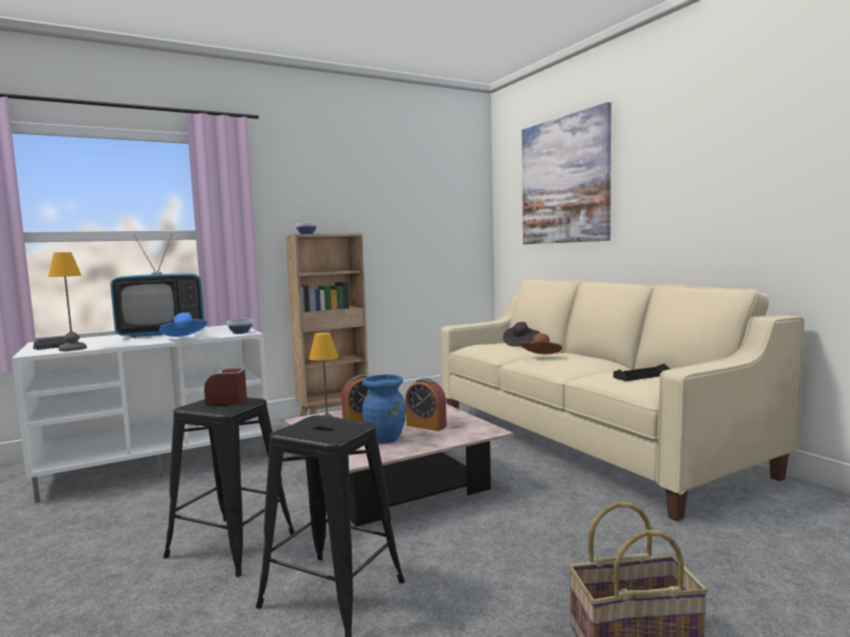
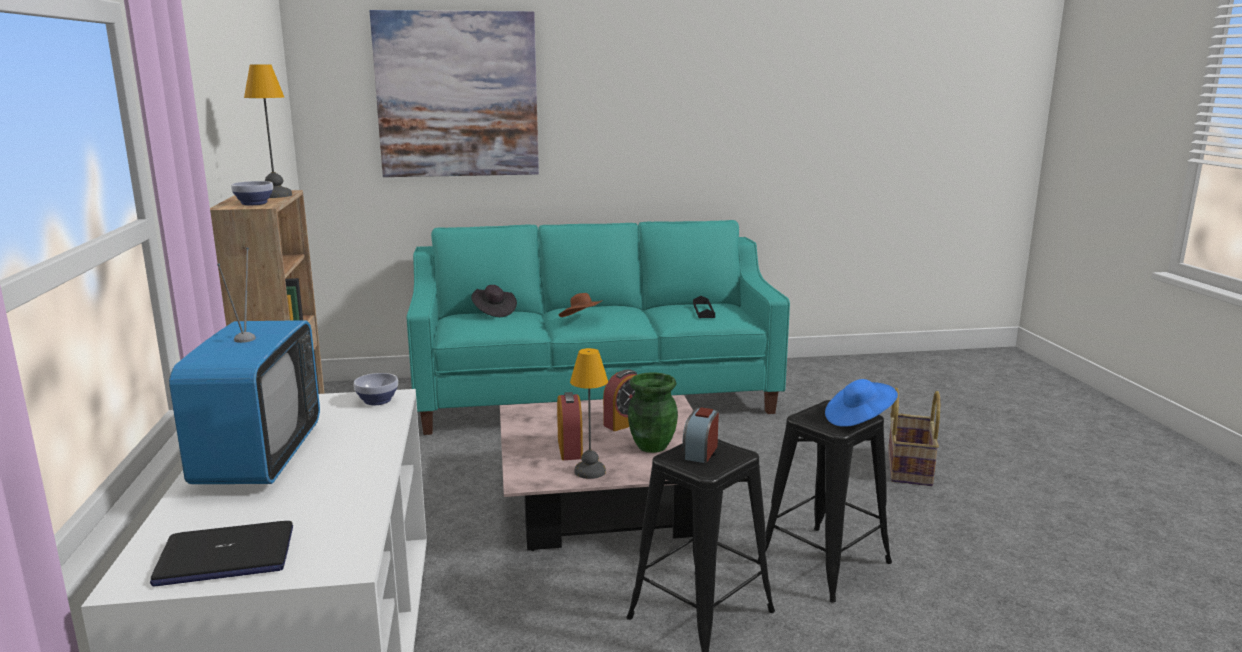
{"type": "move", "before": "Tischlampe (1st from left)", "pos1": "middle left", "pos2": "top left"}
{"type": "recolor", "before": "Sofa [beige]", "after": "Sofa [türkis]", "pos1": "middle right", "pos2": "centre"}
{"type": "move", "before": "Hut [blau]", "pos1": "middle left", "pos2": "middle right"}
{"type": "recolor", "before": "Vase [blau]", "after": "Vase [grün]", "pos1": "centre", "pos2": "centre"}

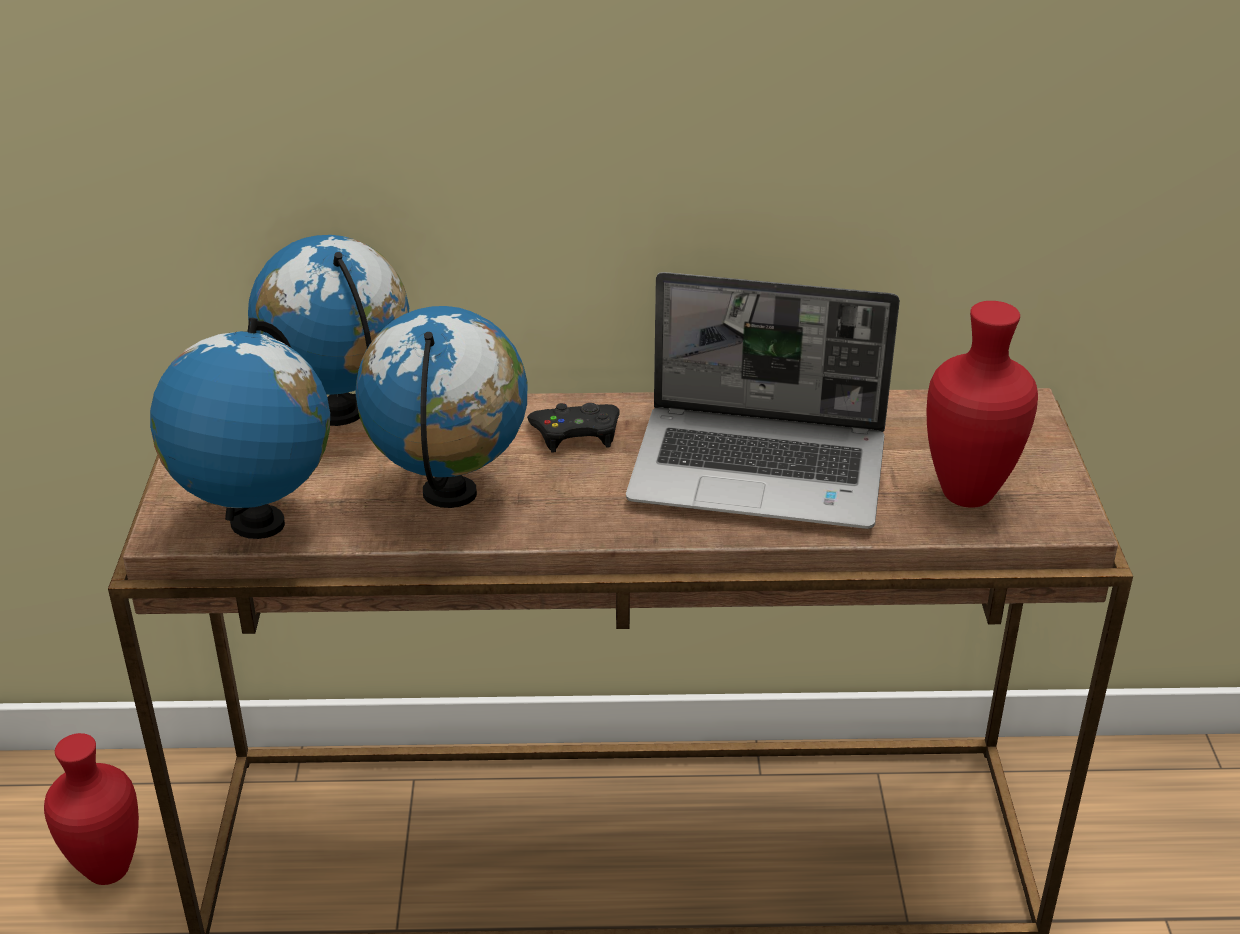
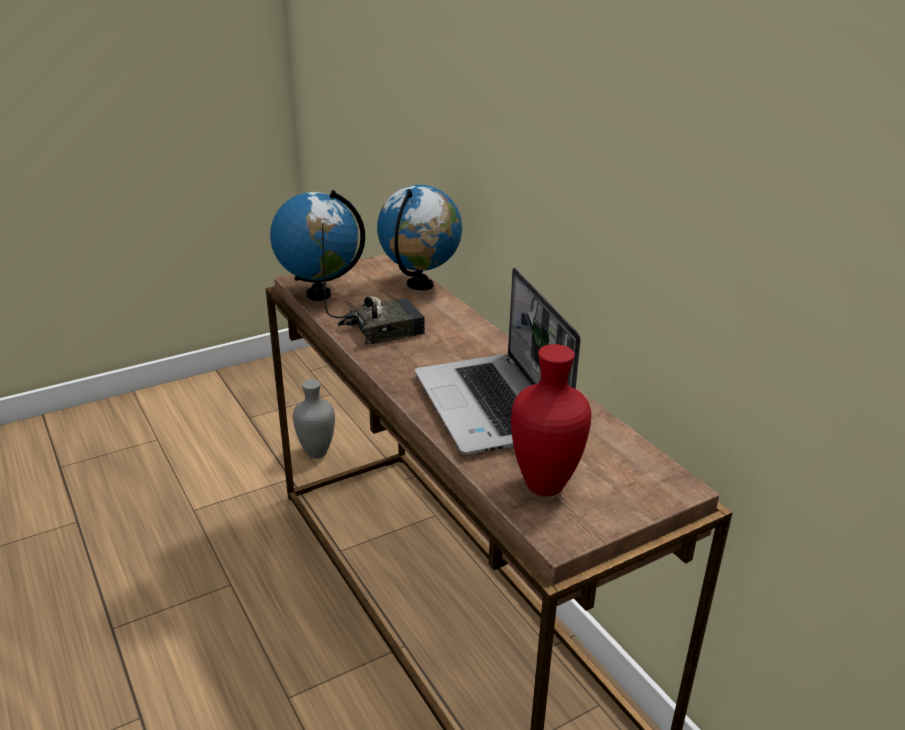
{"type": "replace", "before": "Globus (3rd from left)", "after": "Radio", "pos1": "centre", "pos2": "centre"}
{"type": "delete", "before": "Gamepad [schwarz]", "pos1": "centre"}
{"type": "recolor", "before": "Vase [rot] (1st from left)", "after": "Vase [grau]", "pos1": "bottom left", "pos2": "centre"}

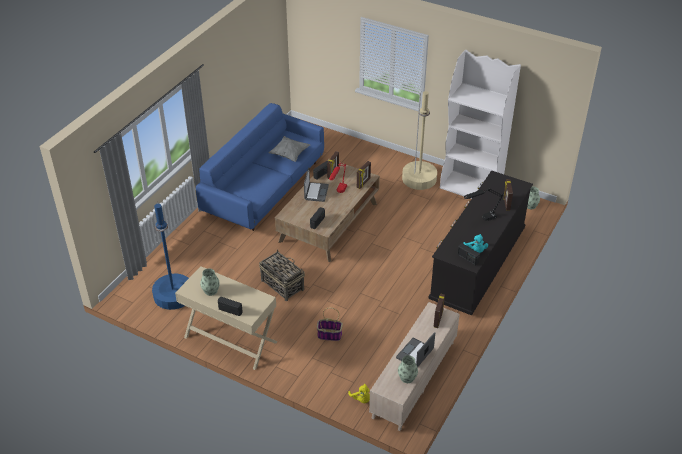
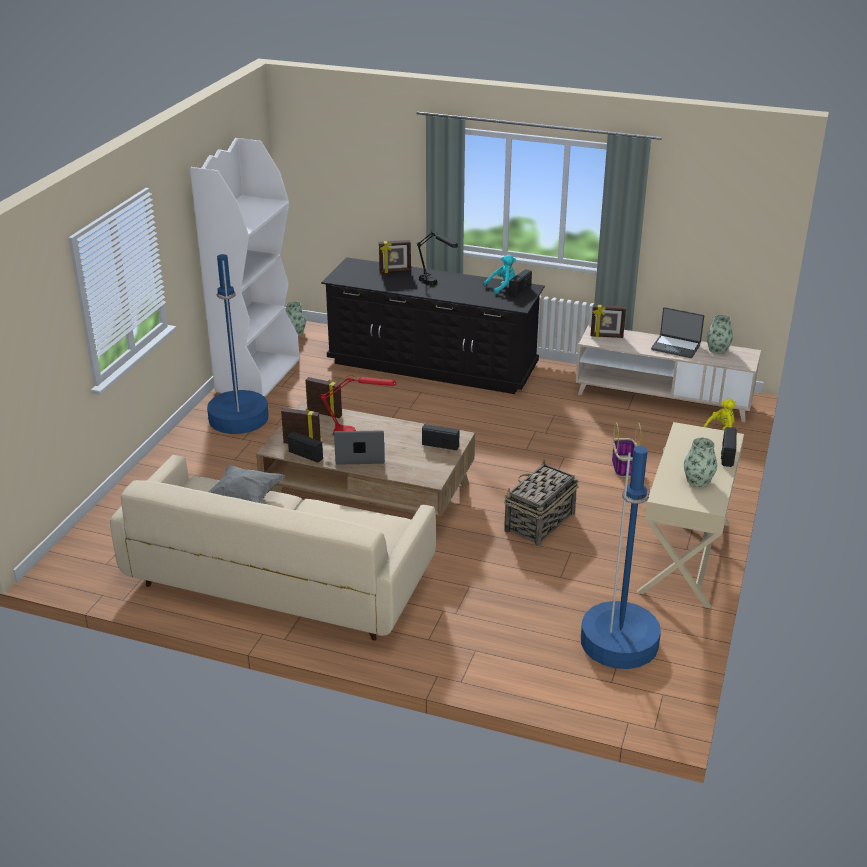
{"type": "recolor", "before": "Stehlampe [beige]", "after": "Stehlampe [blau] (1st from left)", "pos1": "top centre", "pos2": "middle left"}
{"type": "recolor", "before": "Sofa [blau]", "after": "Sofa [beige]", "pos1": "centre", "pos2": "middle left"}

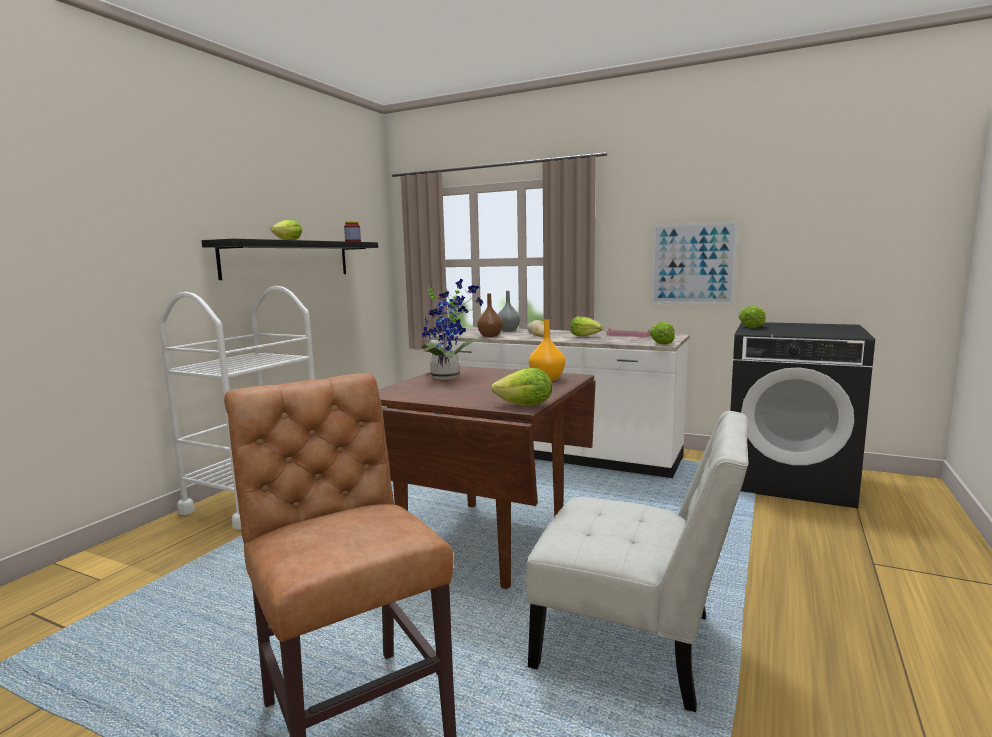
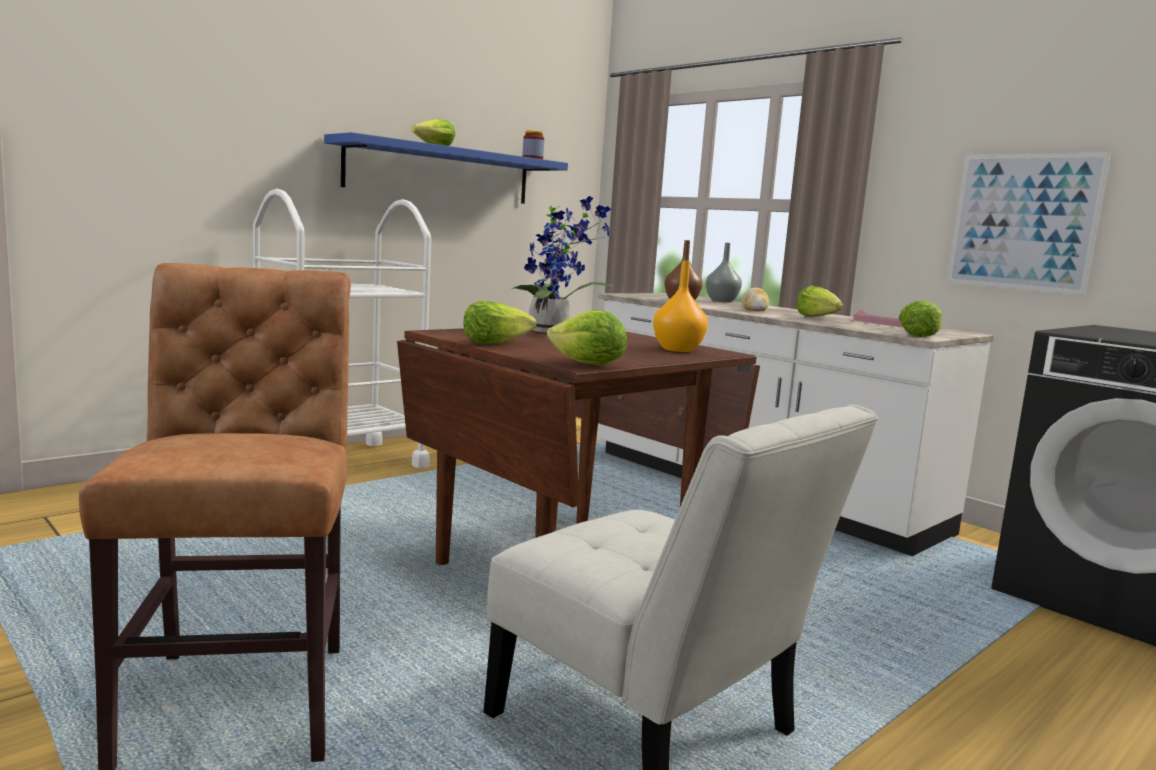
{"type": "recolor", "before": "Wandregal [schwarz]", "after": "Wandregal [blau]", "pos1": "middle left", "pos2": "top centre"}
{"type": "move", "before": "Salatkopf (5th from left in the first image)", "after": "Salatkopf (2nd from left)", "pos1": "middle right", "pos2": "centre"}

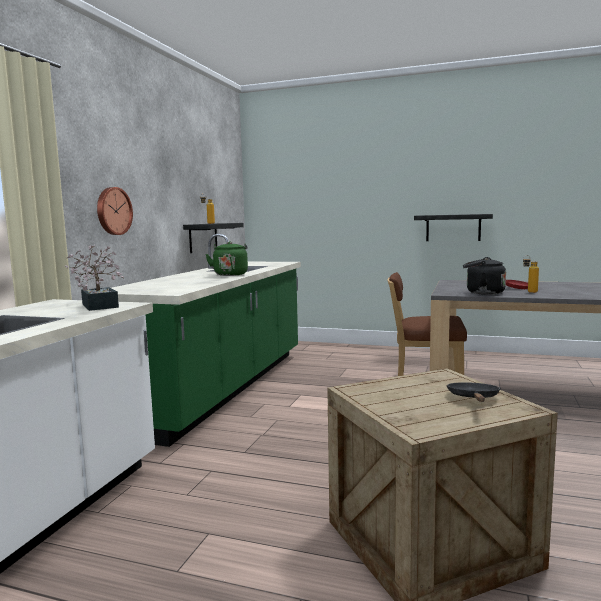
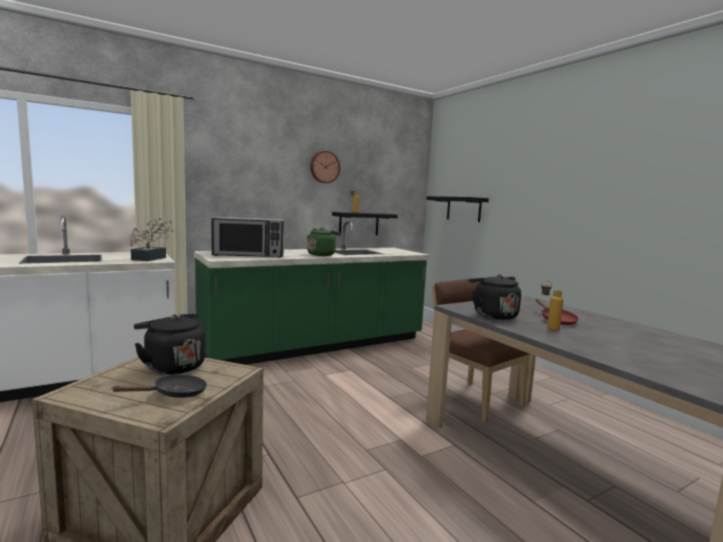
{"type": "move", "before": "Wanduhr", "pos1": "middle left", "pos2": "top centre"}
{"type": "move", "before": "Wandregal [schwarz] (2nd from left)", "pos1": "middle right", "pos2": "centre"}
{"type": "insert", "after": "Mikrowelle", "pos2": "centre"}
{"type": "insert", "after": "Wasserkessel [schwarz] (1st from left)", "pos2": "middle left"}

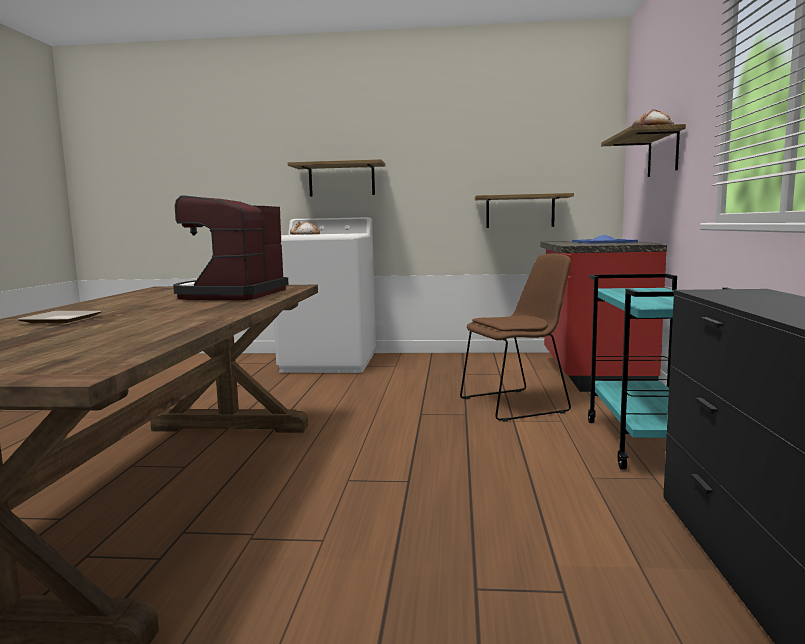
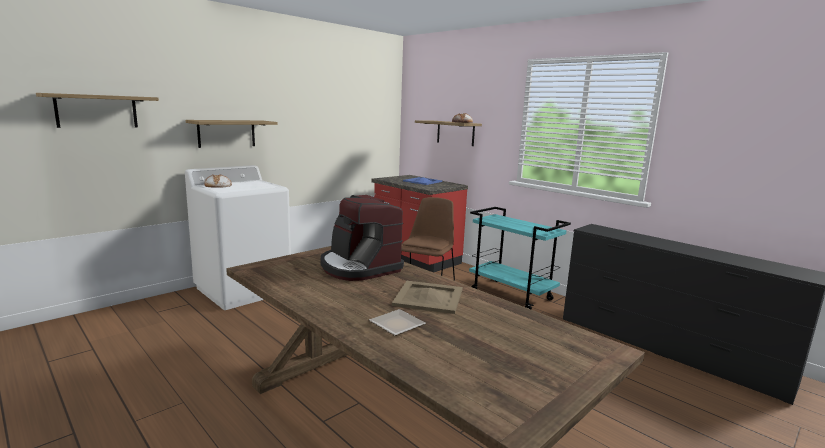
{"type": "move", "before": "Wandregal (2nd from left in the first image)", "after": "Wandregal (1st from left)", "pos1": "top centre", "pos2": "top left"}
{"type": "insert", "after": "Tablett [beige]", "pos2": "centre"}

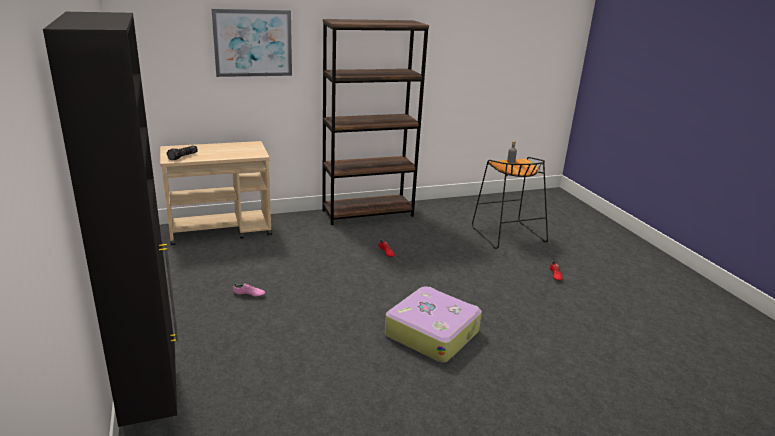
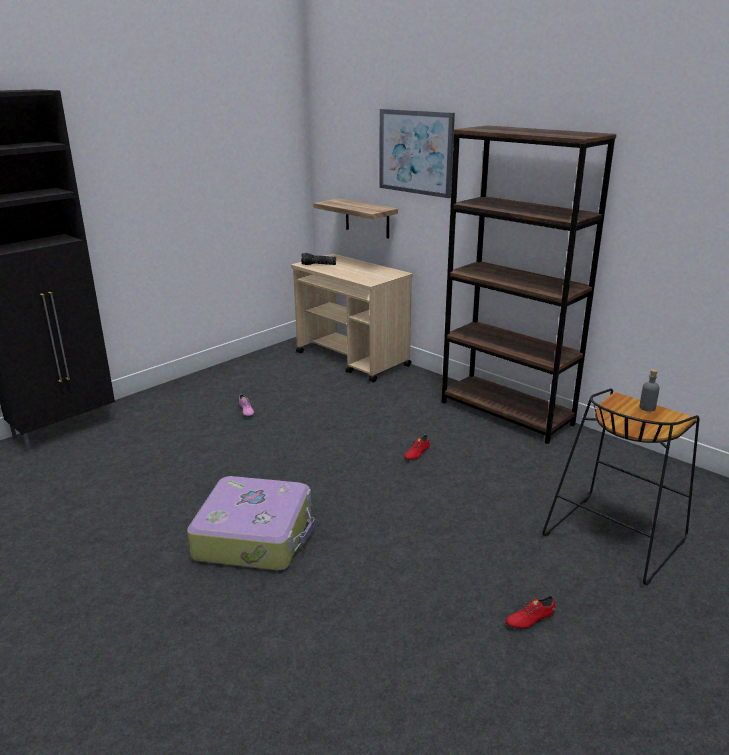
{"type": "insert", "after": "Wandregal", "pos2": "top centre"}

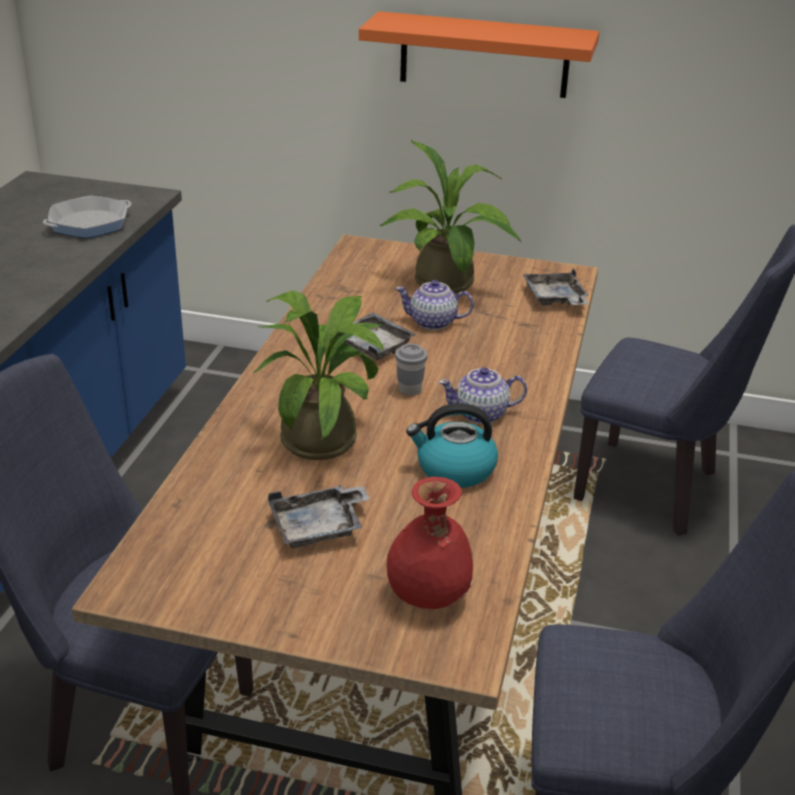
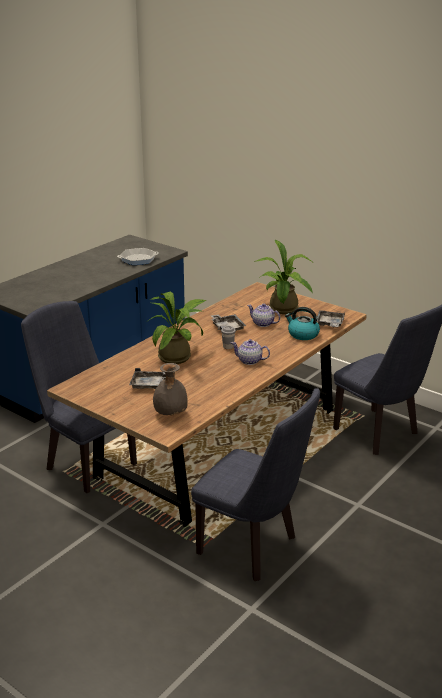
{"type": "delete", "before": "Wandregal [orange]", "pos1": "top centre"}
{"type": "move", "before": "Wasserkessel", "pos1": "centre", "pos2": "middle right"}
{"type": "recolor", "before": "Vase [rot]", "after": "Vase [grau]", "pos1": "bottom centre", "pos2": "centre"}

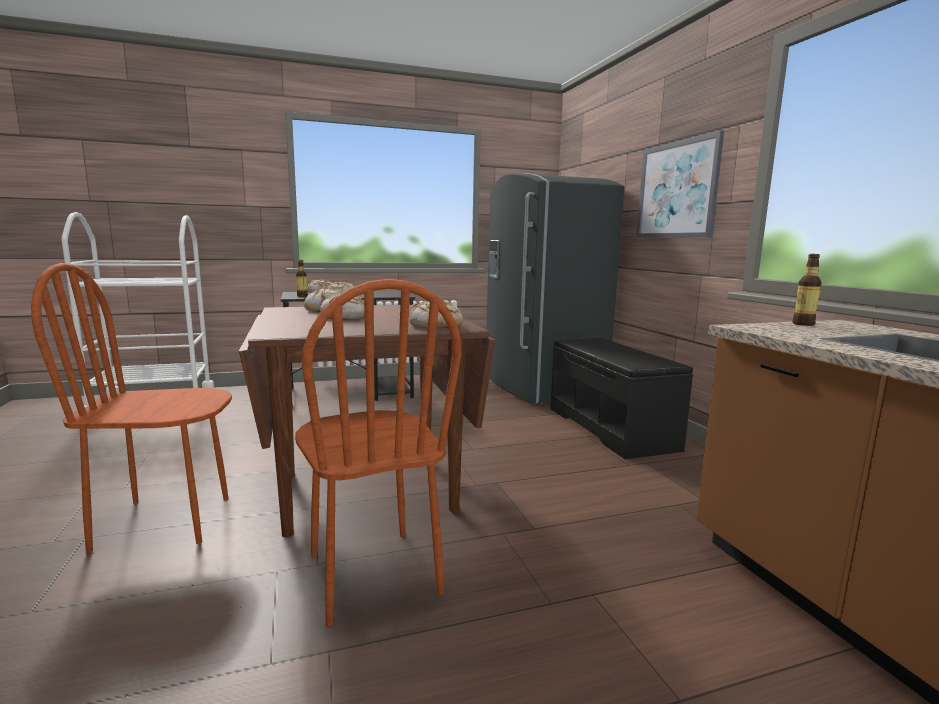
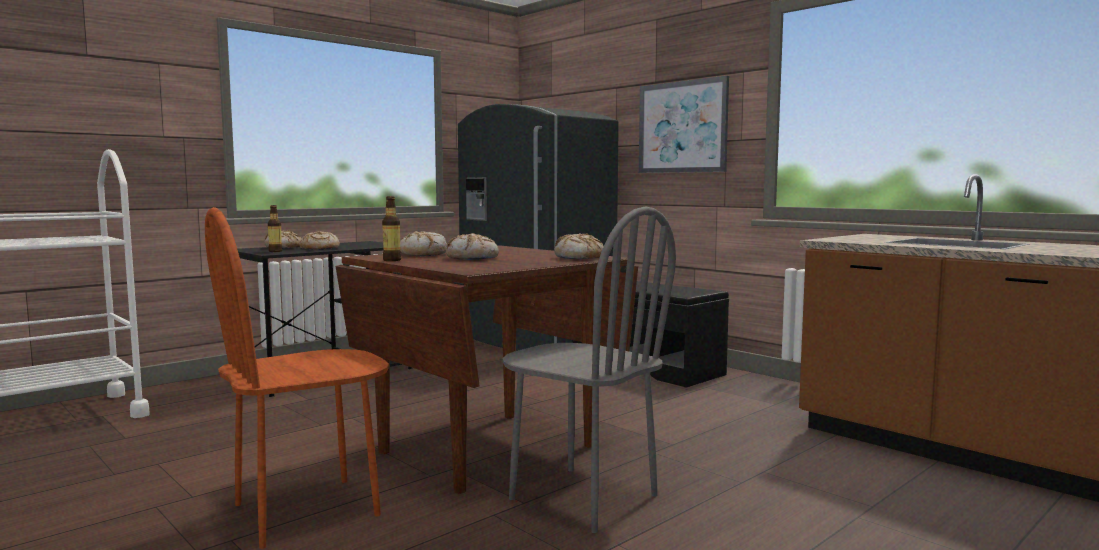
{"type": "move", "before": "Flasche (2nd from left)", "pos1": "middle right", "pos2": "centre"}
{"type": "recolor", "before": "Stuhl [braun] (2nd from left)", "after": "Stuhl [grau]", "pos1": "centre", "pos2": "bottom centre"}

